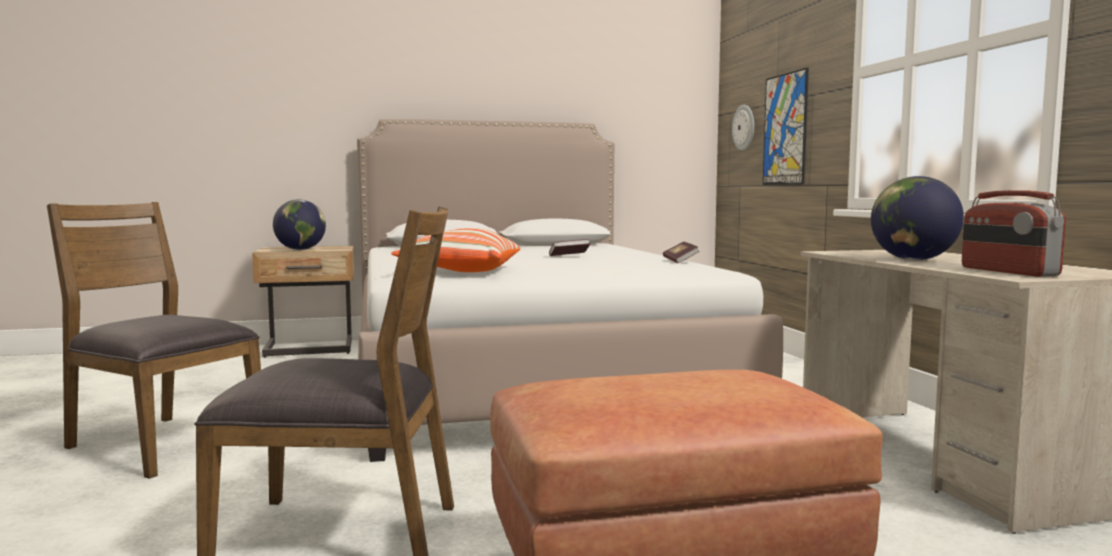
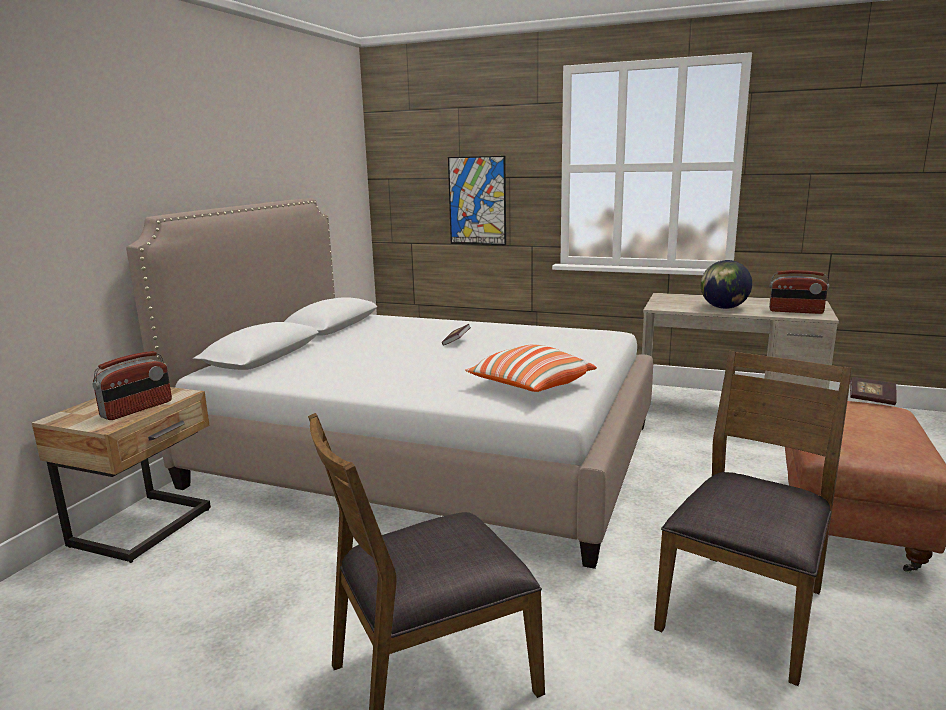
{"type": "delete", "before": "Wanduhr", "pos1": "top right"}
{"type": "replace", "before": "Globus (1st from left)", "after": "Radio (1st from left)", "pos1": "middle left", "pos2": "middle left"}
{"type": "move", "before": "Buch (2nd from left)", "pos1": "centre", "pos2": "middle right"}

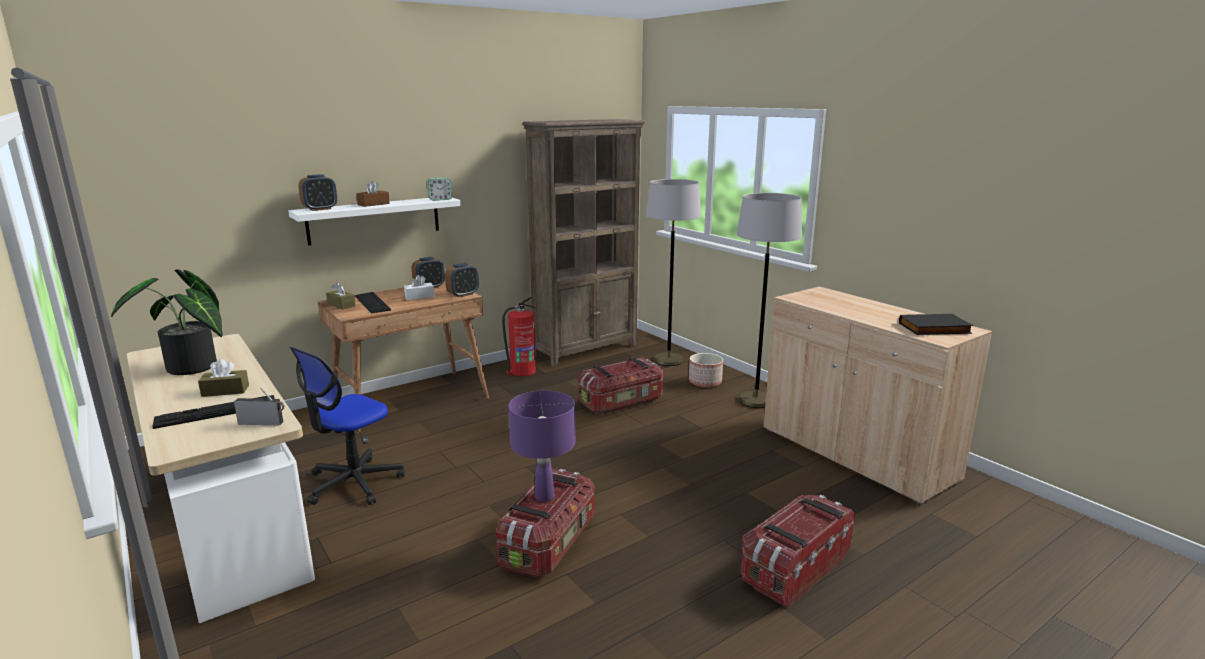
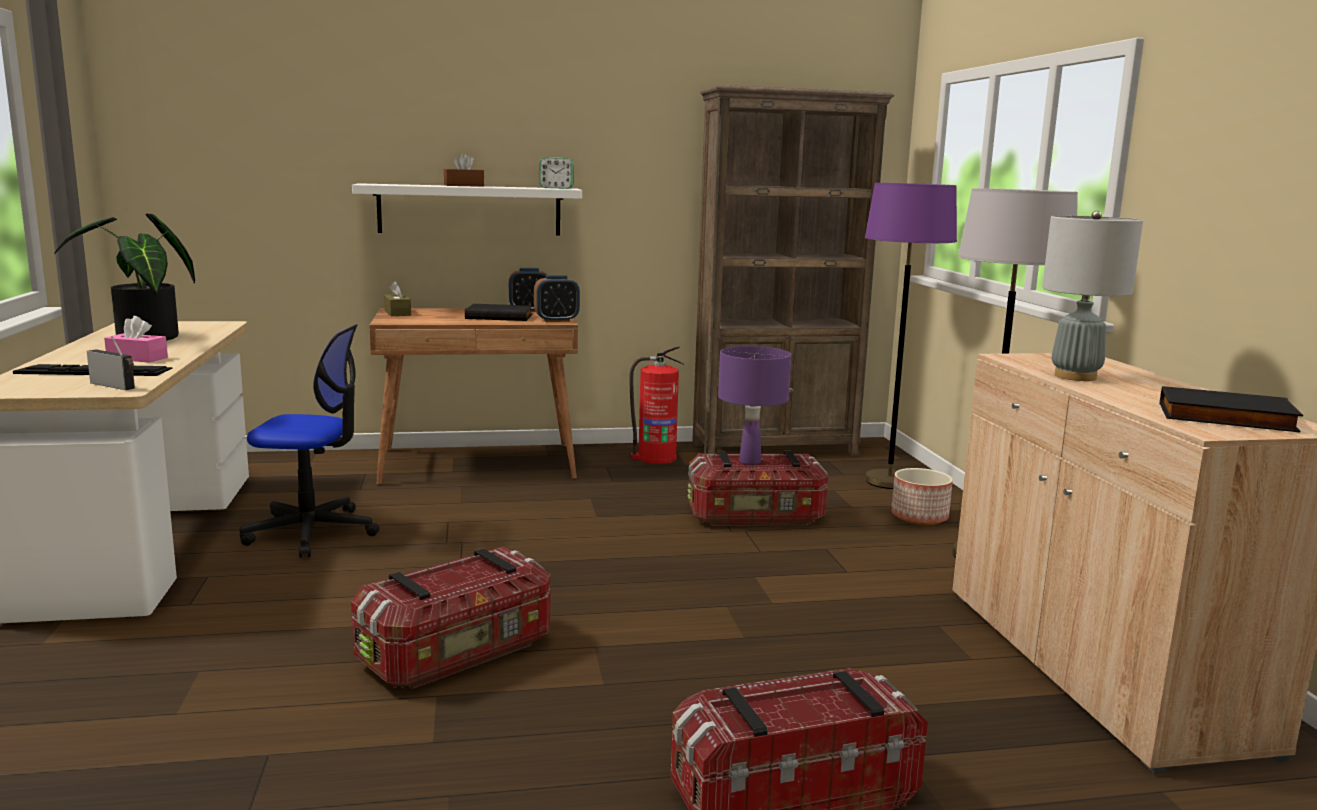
{"type": "delete", "before": "Wecker (1st from left)", "pos1": "top left"}
{"type": "recolor", "before": "Stehlampe [grau] (1st from left)", "after": "Stehlampe [lila]", "pos1": "centre", "pos2": "middle right"}
{"type": "replace", "before": "Taschentuchbox [weiß]", "after": "Buch [schwarz] (1st from left)", "pos1": "centre", "pos2": "centre"}
{"type": "delete", "before": "Tastatur (2nd from left)", "pos1": "middle left"}
{"type": "rotate", "before": "Bürostuhl", "pos1": "middle left", "pos2": "middle left", "turn": -150}
{"type": "recolor", "before": "Taschentuchbox [braun] (1st from left)", "after": "Taschentuchbox [rosa]", "pos1": "middle left", "pos2": "middle left"}
{"type": "move", "before": "Tischlampe [lila]", "pos1": "bottom centre", "pos2": "centre"}
{"type": "insert", "after": "Tischlampe [grau]", "pos2": "middle right"}

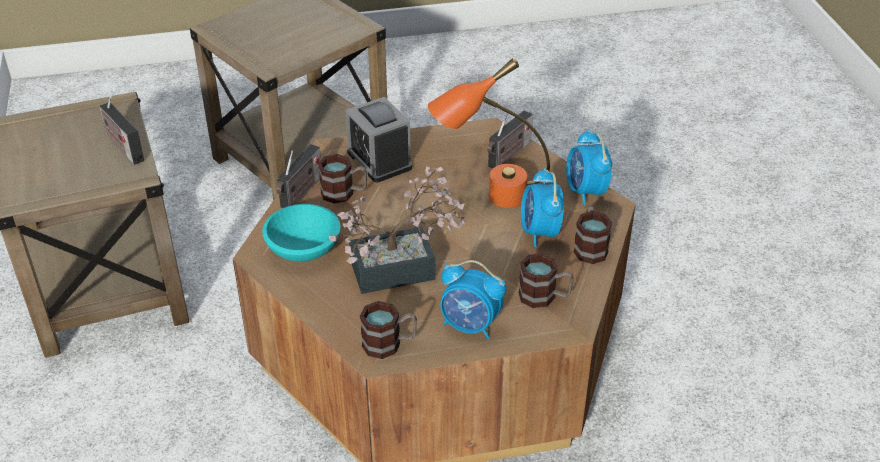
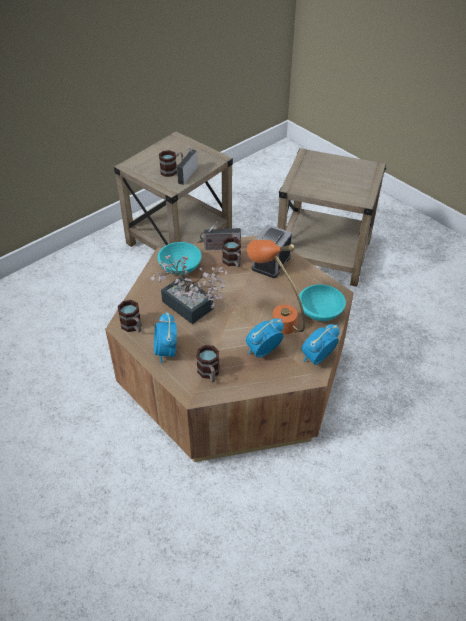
{"type": "replace", "before": "Radio (3rd from left)", "after": "Schüssel [türkis] (2nd from left)", "pos1": "top centre", "pos2": "middle right"}
{"type": "move", "before": "Henkelbecher (4th from left in the first image)", "after": "Henkelbecher (2nd from left)", "pos1": "middle right", "pos2": "top centre"}

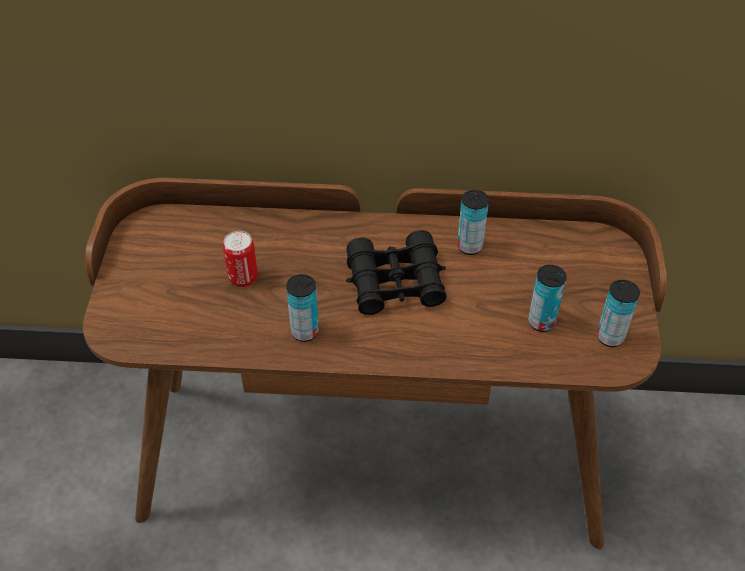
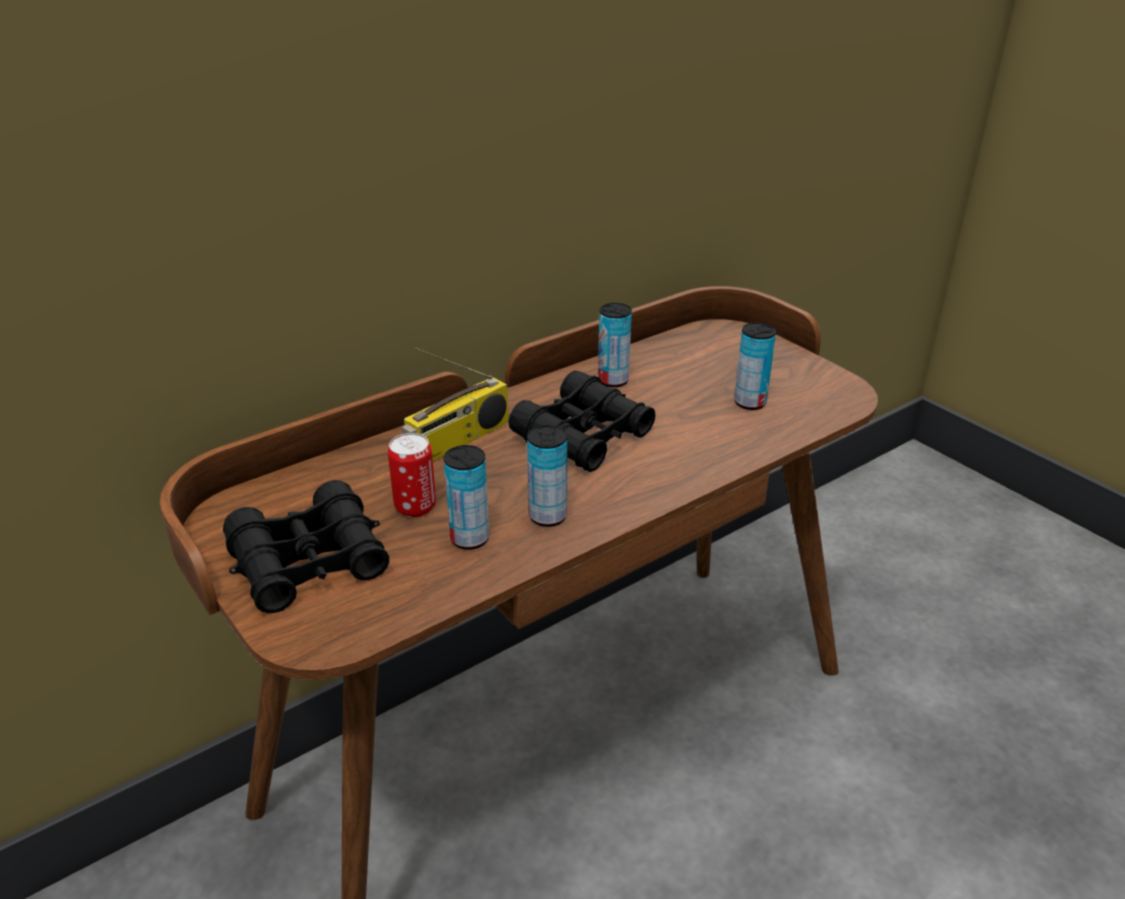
{"type": "move", "before": "Dose (5th from left in the first image)", "after": "Dose (2nd from left)", "pos1": "middle right", "pos2": "centre"}
{"type": "insert", "after": "Radio", "pos2": "centre"}
{"type": "insert", "after": "Fernglas [schwarz] (1st from left)", "pos2": "middle left"}

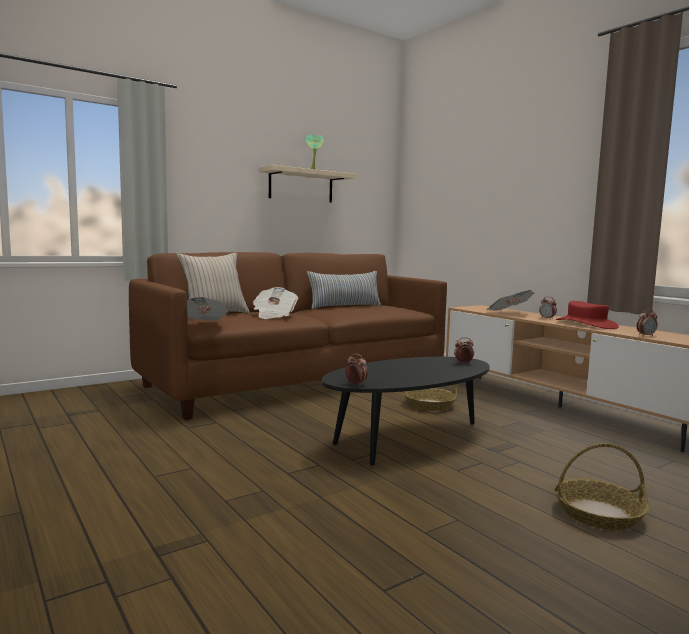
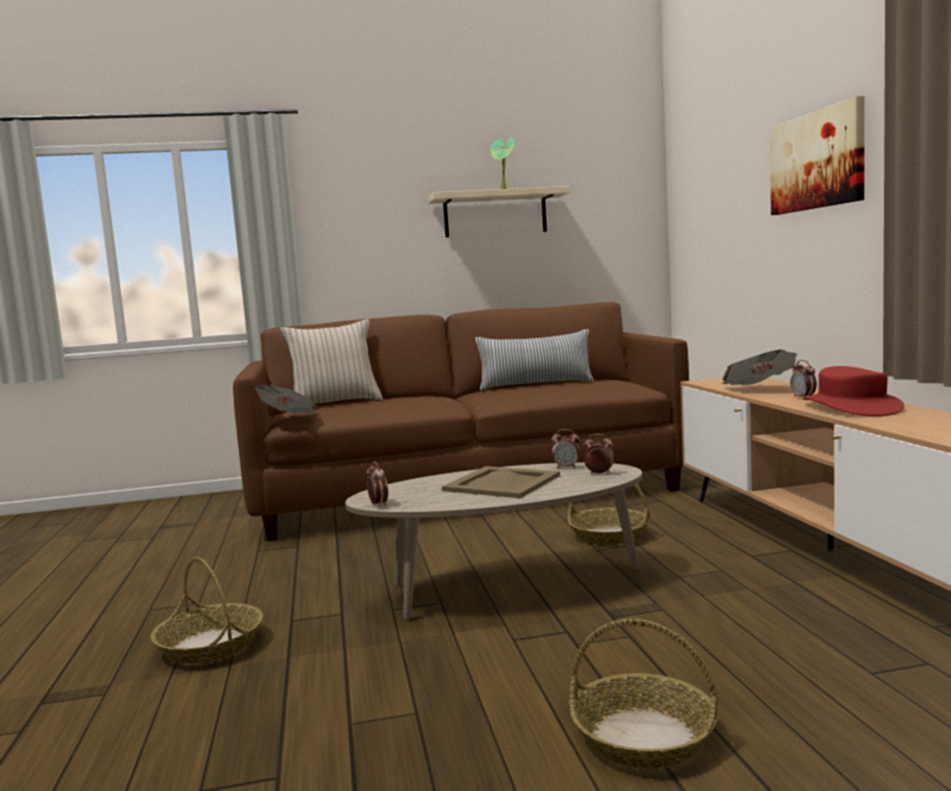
{"type": "delete", "before": "Zeitung (2nd from left)", "pos1": "centre"}
{"type": "move", "before": "Wecker (4th from left in the first image)", "after": "Wecker (2nd from left)", "pos1": "middle right", "pos2": "centre"}
{"type": "recolor", "before": "Couchtisch [schwarz]", "after": "Couchtisch [beige]", "pos1": "centre", "pos2": "bottom centre"}
{"type": "insert", "after": "Bild", "pos2": "top right"}
{"type": "insert", "after": "Tablett [beige]", "pos2": "centre"}
{"type": "insert", "after": "Korb (1st from left)", "pos2": "bottom left"}

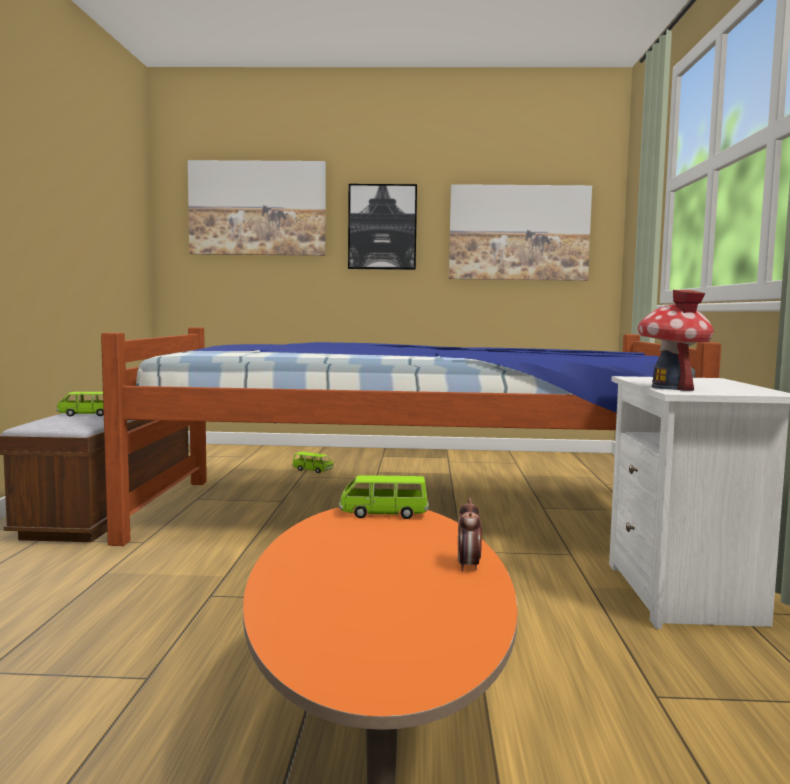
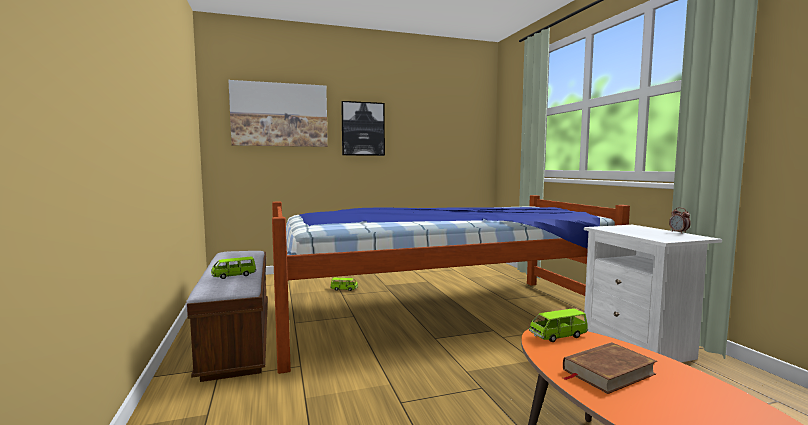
{"type": "delete", "before": "Bild (3rd from left)", "pos1": "top centre"}
{"type": "delete", "before": "Spielzeughaus", "pos1": "middle right"}
{"type": "move", "before": "Wecker", "pos1": "bottom centre", "pos2": "middle right"}
{"type": "insert", "after": "Buch [braun]", "pos2": "bottom right"}

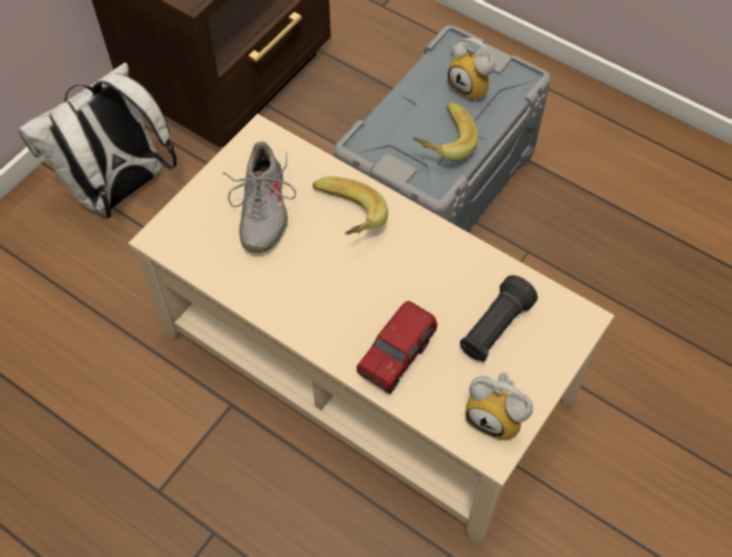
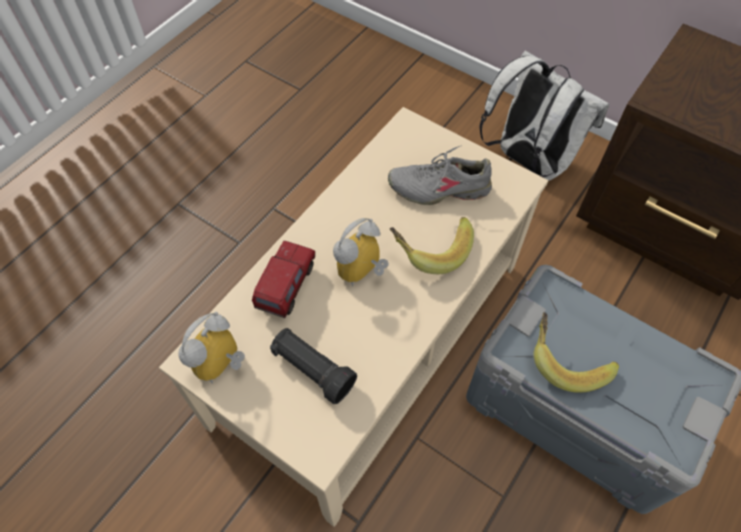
{"type": "move", "before": "Wecker (1st from left in the first image)", "after": "Wecker (2nd from left)", "pos1": "top centre", "pos2": "centre"}
{"type": "rotate", "before": "Spielzeuglaster", "pos1": "centre", "pos2": "centre", "turn": 75}

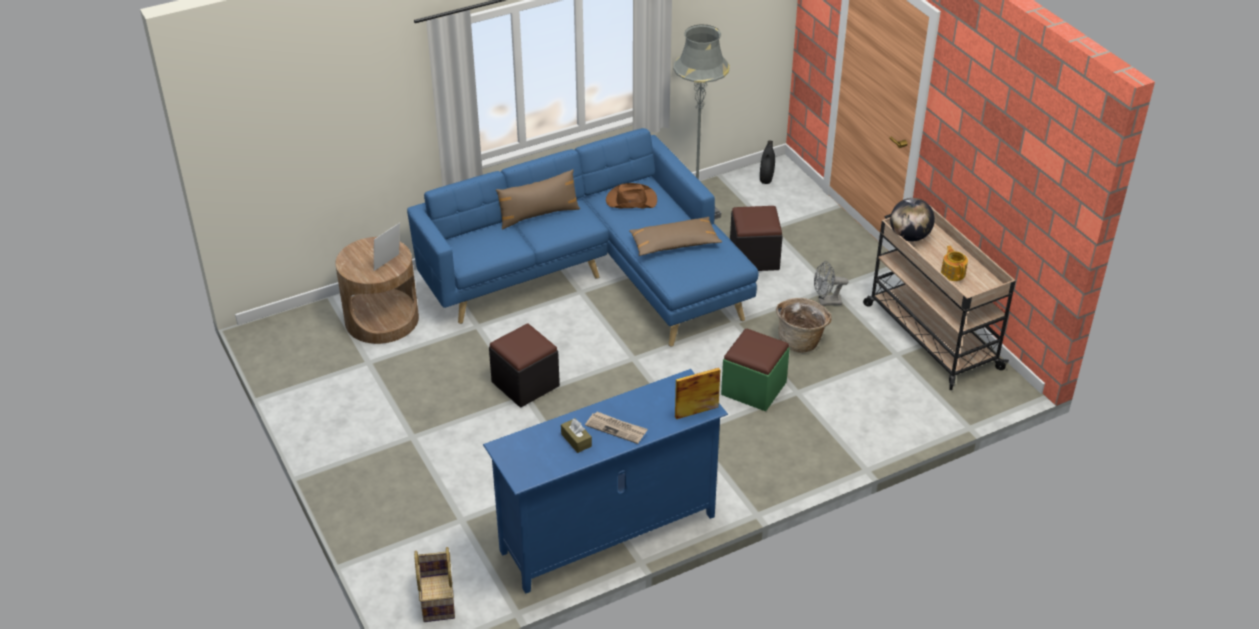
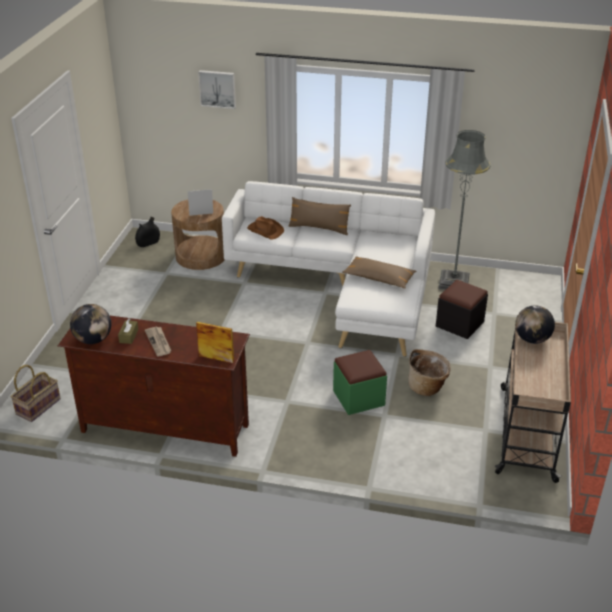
{"type": "recolor", "before": "Sofa [blau]", "after": "Sofa [weiß]", "pos1": "centre", "pos2": "centre"}
{"type": "move", "before": "Vase [schwarz]", "pos1": "top centre", "pos2": "middle left"}
{"type": "move", "before": "Hut [braun]", "pos1": "top centre", "pos2": "centre"}
{"type": "delete", "before": "Teekanne", "pos1": "middle right"}
{"type": "delete", "before": "Ventilator [grau]", "pos1": "centre"}
{"type": "delete", "before": "Polsterhocker [schwarz] (1st from left)", "pos1": "centre"}
{"type": "recolor", "before": "Fernsehschrank [blau]", "after": "Fernsehschrank [braun]", "pos1": "bottom centre", "pos2": "middle left"}
{"type": "insert", "after": "Bild", "pos2": "top centre"}
{"type": "insert", "after": "Globus (1st from left)", "pos2": "middle left"}

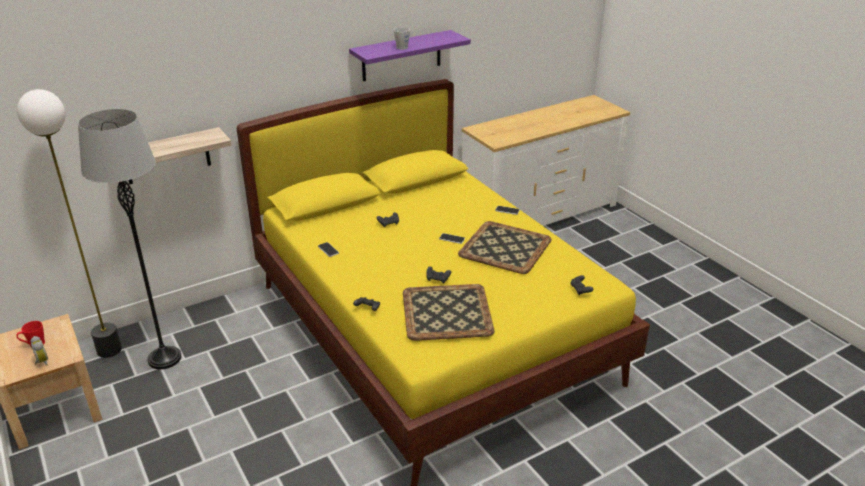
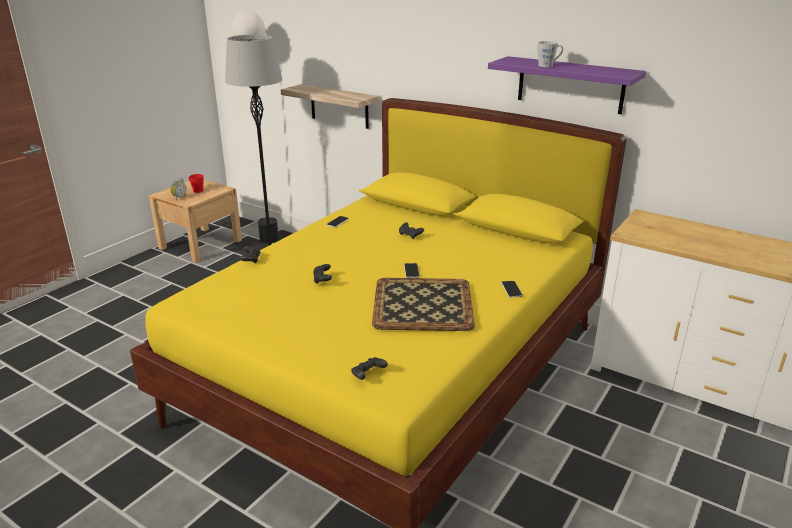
{"type": "delete", "before": "Tablett (1st from left)", "pos1": "centre"}

